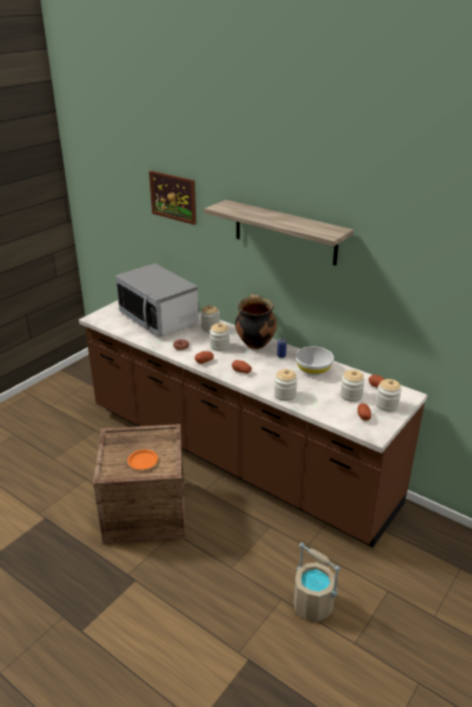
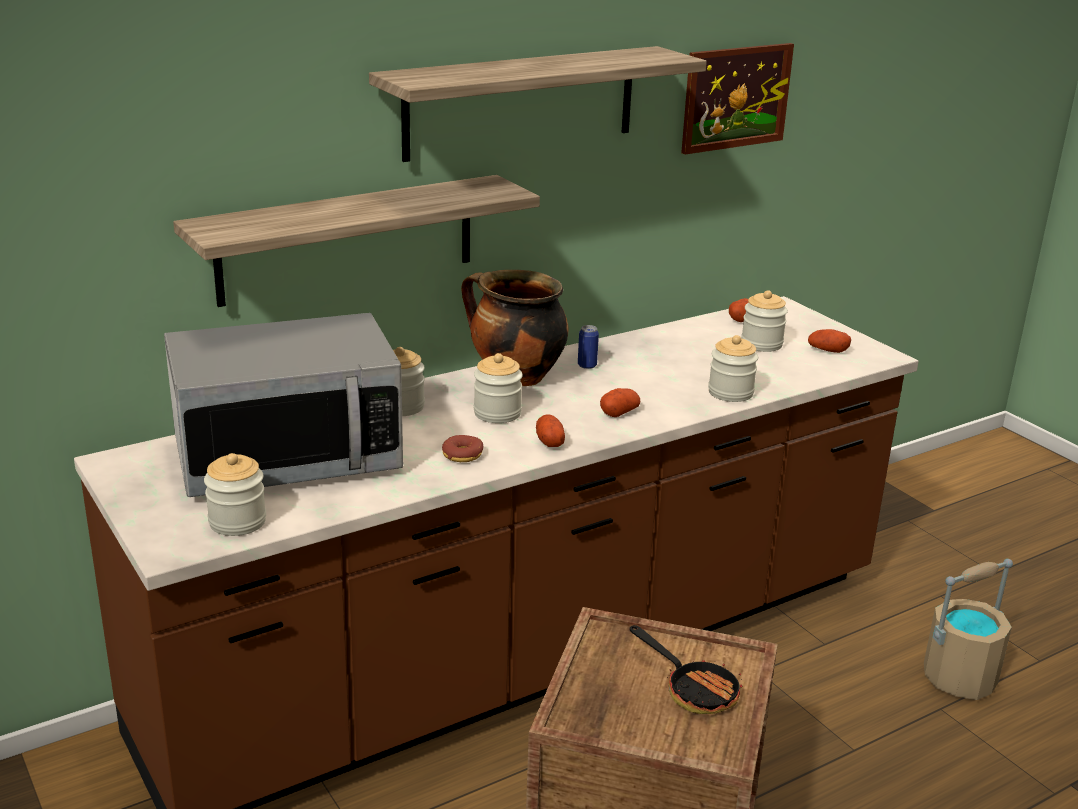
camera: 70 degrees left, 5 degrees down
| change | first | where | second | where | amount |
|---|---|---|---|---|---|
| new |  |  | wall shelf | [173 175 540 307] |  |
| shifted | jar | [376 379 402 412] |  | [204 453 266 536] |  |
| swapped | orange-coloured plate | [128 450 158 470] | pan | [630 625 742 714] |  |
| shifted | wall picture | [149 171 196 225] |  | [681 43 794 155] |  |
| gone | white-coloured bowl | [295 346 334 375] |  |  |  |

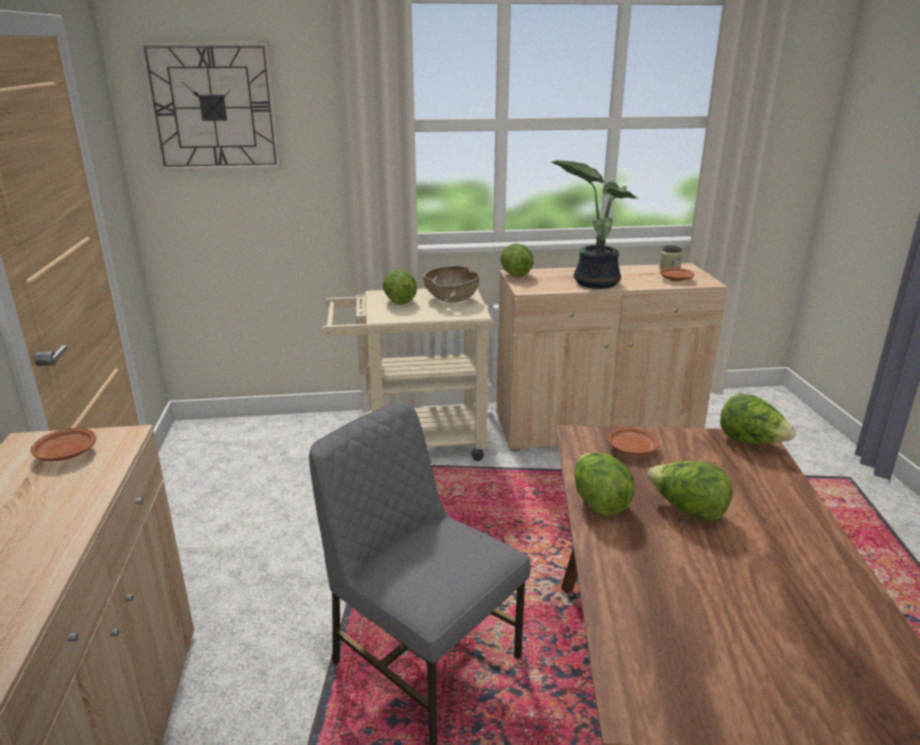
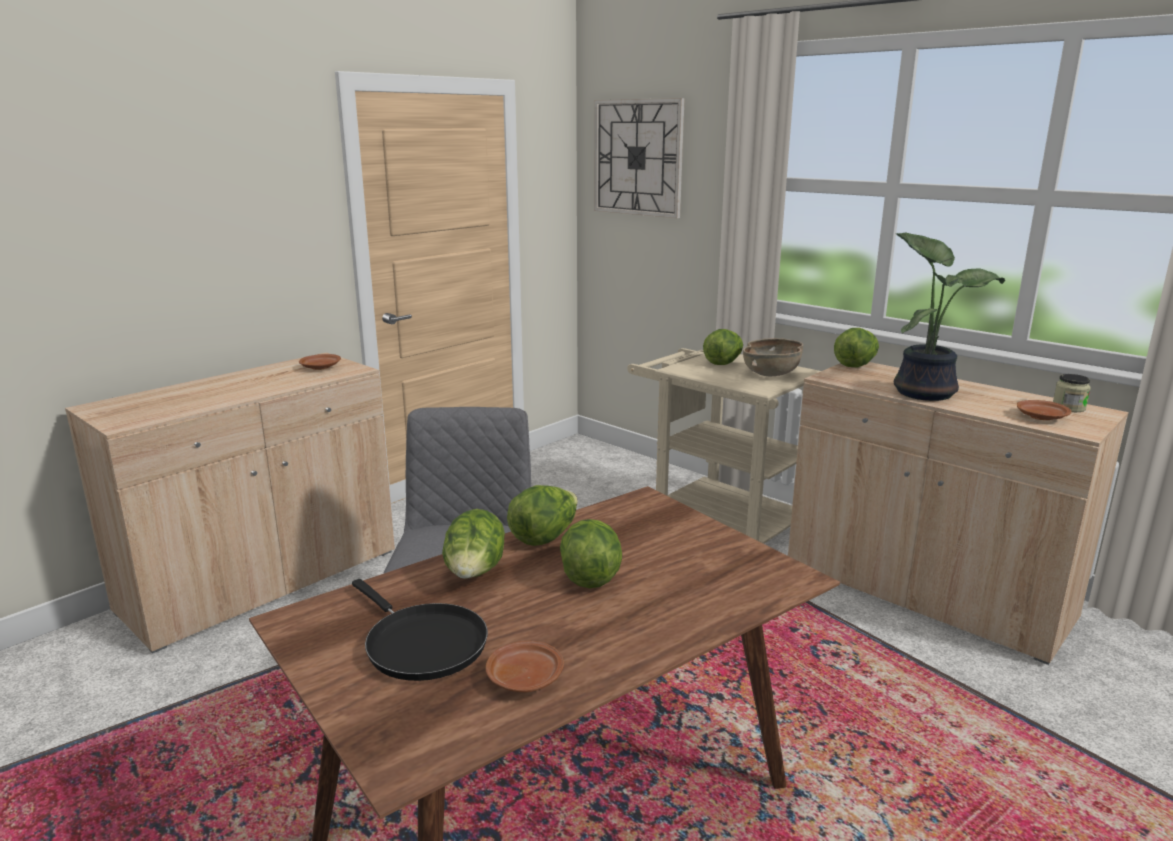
camera: 50 degrees right, 5 degrees down
| change | first | where | second | where | amount |
|---|---|---|---|---|---|
| new |  |  | blackish pan | [352 579 488 681] |  |
| shifted | lettuce head | [720 393 796 445] |  | [442 509 505 579] |  |
| shifted | brown-coloured plate | [608 427 659 455] |  | [485 641 564 692] |  |

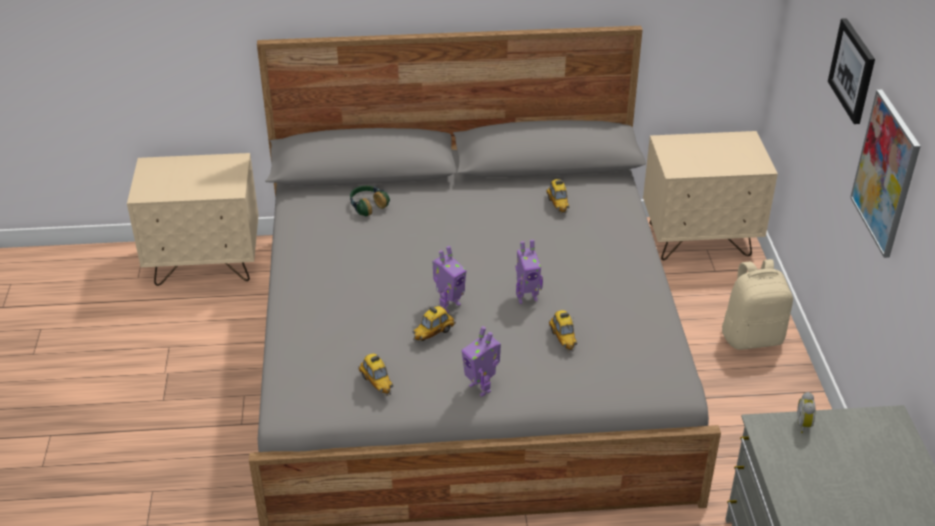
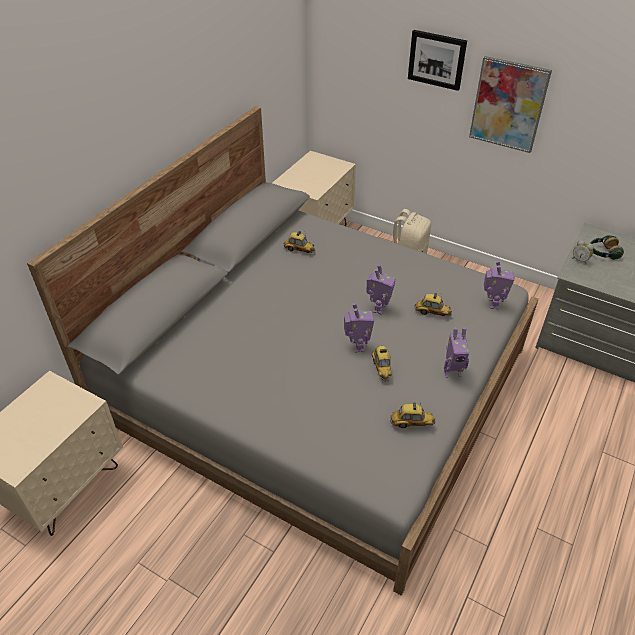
camera: 55 degrees left, 5 degrees up
| change | first | where | second | where | amount |
|---|---|---|---|---|---|
| new |  |  | robot figure | [484 260 514 309] |  |
| shifted | headset | [350 186 390 216] |  | [590 235 624 260] |  |

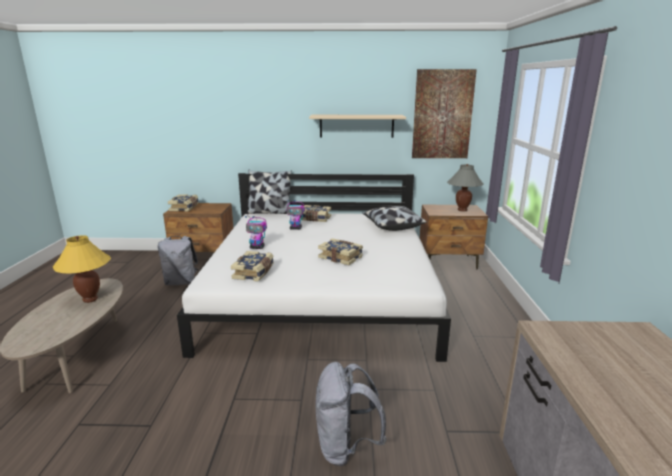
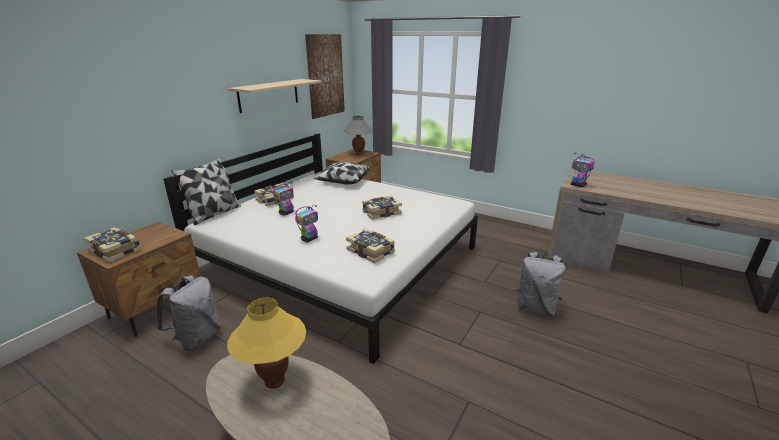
camera: 60 degrees left, 5 degrees up
| change | first | where | second | where | amount |
|---|---|---|---|---|---|
| new |  |  | robot figure | [571 153 595 188] |  |

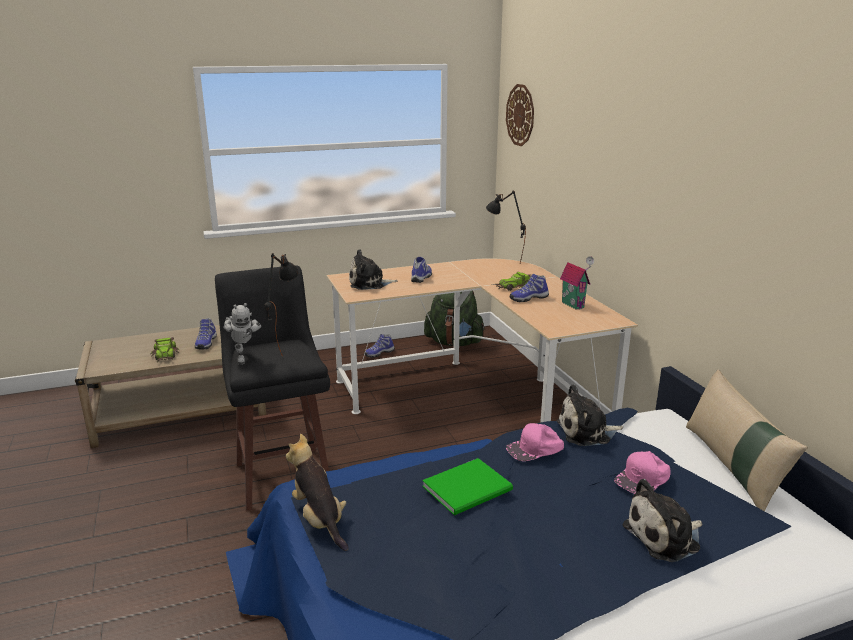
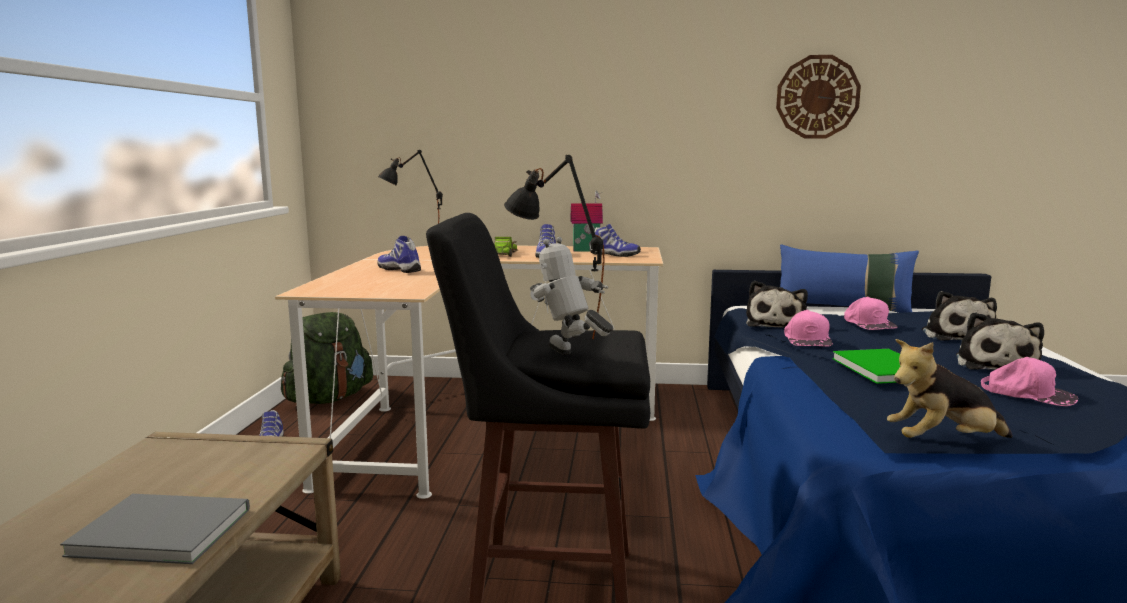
camera: 65 degrees left, 10 degrees down
| change | first | where | second | where | amount |
|---|---|---|---|---|---|
| swapped | model car | [151 337 179 362] | greyish bound book | [60 494 250 564] |  |
| rotated | robot figure | [223 303 262 365] |  | [530 237 613 355] | 135 degrees counterclockwise |
| shifted | item of footwear | [195 318 217 349] |  | [590 224 641 257] |  |
| shifted | clock on the wall | [506 84 534 146] |  | [776 55 861 139] |  |
| repainted | beige cushion | [686 370 808 511] | blue cushion | [780 244 919 313] |  |
| shifted | soft toy | [349 249 398 290] |  | [956 312 1044 370] |  |
| new |  |  | pink-coloured peaked cap | [981 357 1078 406] |  |

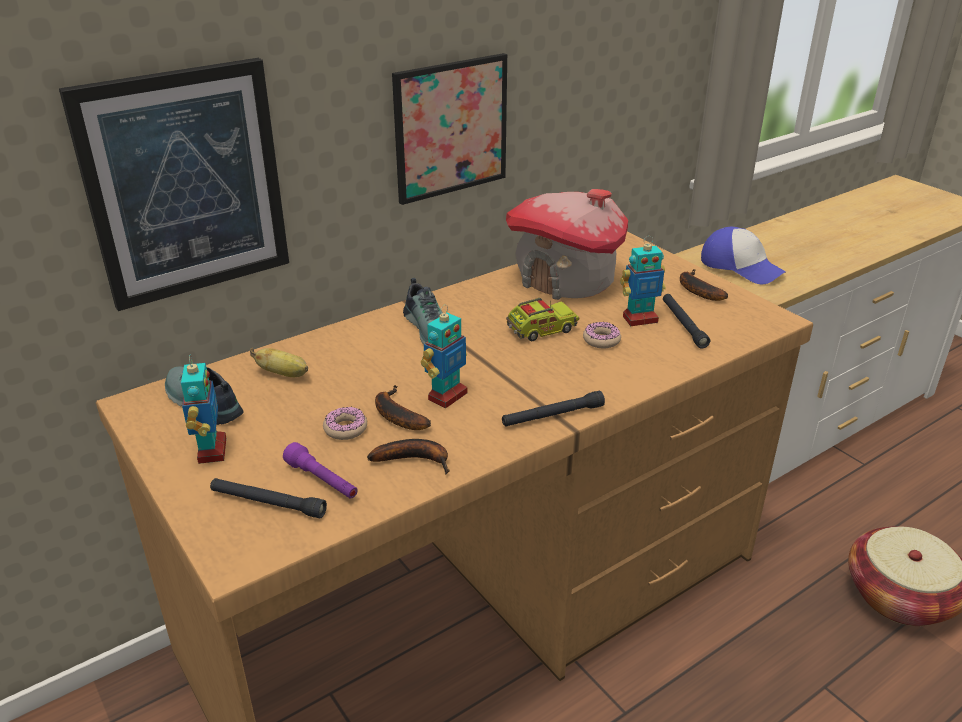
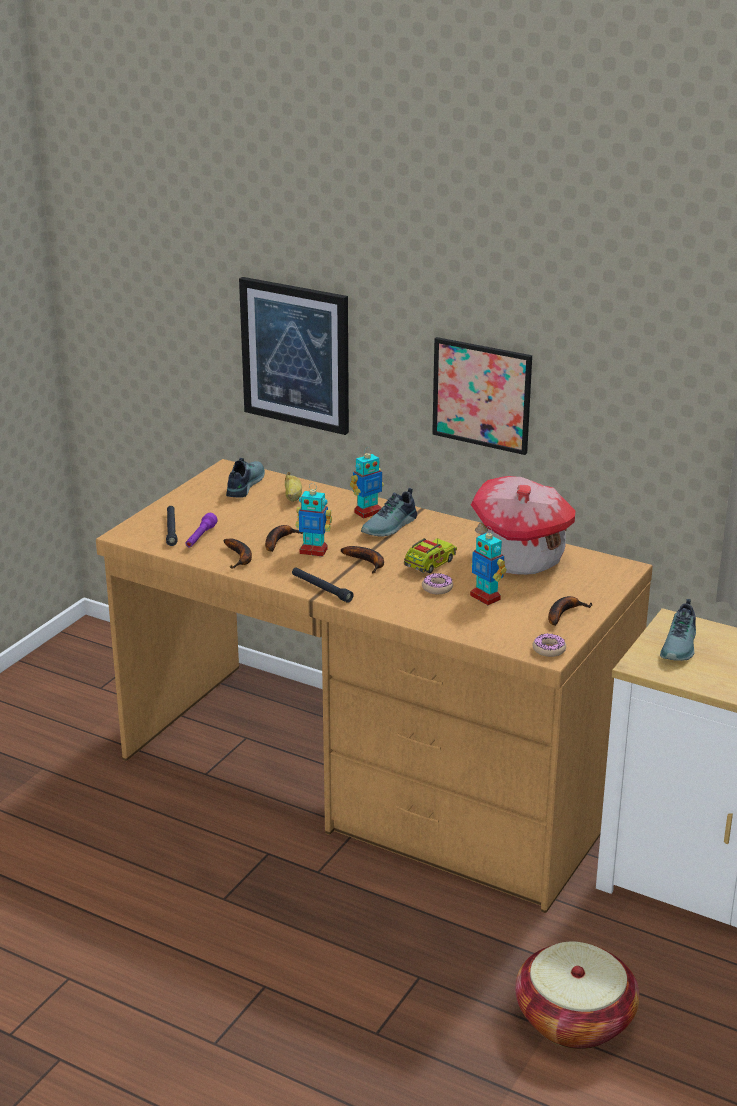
camera: 65 degrees right, 5 degrees down
| change | first | where | second | where | amount |
|---|---|---|---|---|---|
| new |  |  | banana fruit | [341 546 384 574] |  |
| shifted | robot figure | [181 355 226 464] |  | [350 447 384 519] |  |
| rotated | model truck | [506 298 579 341] |  | [404 538 457 574] | 90 degrees counterclockwise |
| shifted | ring doughnut | [323 407 367 440] |  | [532 633 566 657] |  |
| swapped | peaked cap | [701 227 786 284] | item of footwear | [660 599 696 661] |  |
| gone | blackish torch | [663 294 710 348] |  |  |  |

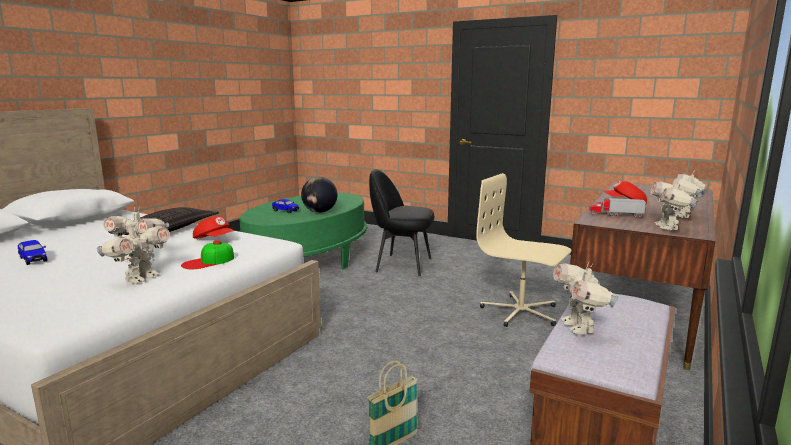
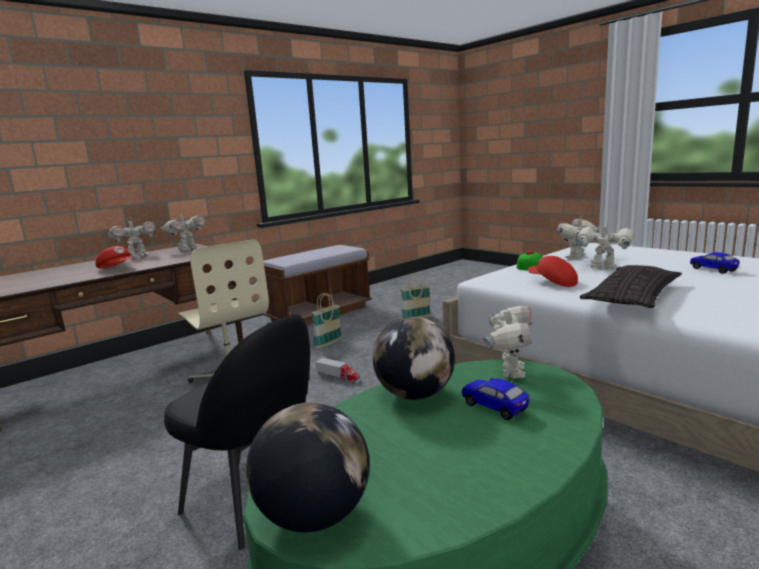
camera: 160 degrees left, 0 degrees up
| change | first | where | second | where | amount |
|---|---|---|---|---|---|
| new |  |  | world globe | [246 403 370 532] |  |
| new |  |  | basket | [311 293 342 349] |  |
| shifted | model truck | [588 198 646 217] |  | [315 358 361 384] |  |
| shifted | robot figure | [553 262 619 334] |  | [483 304 533 378] |  |

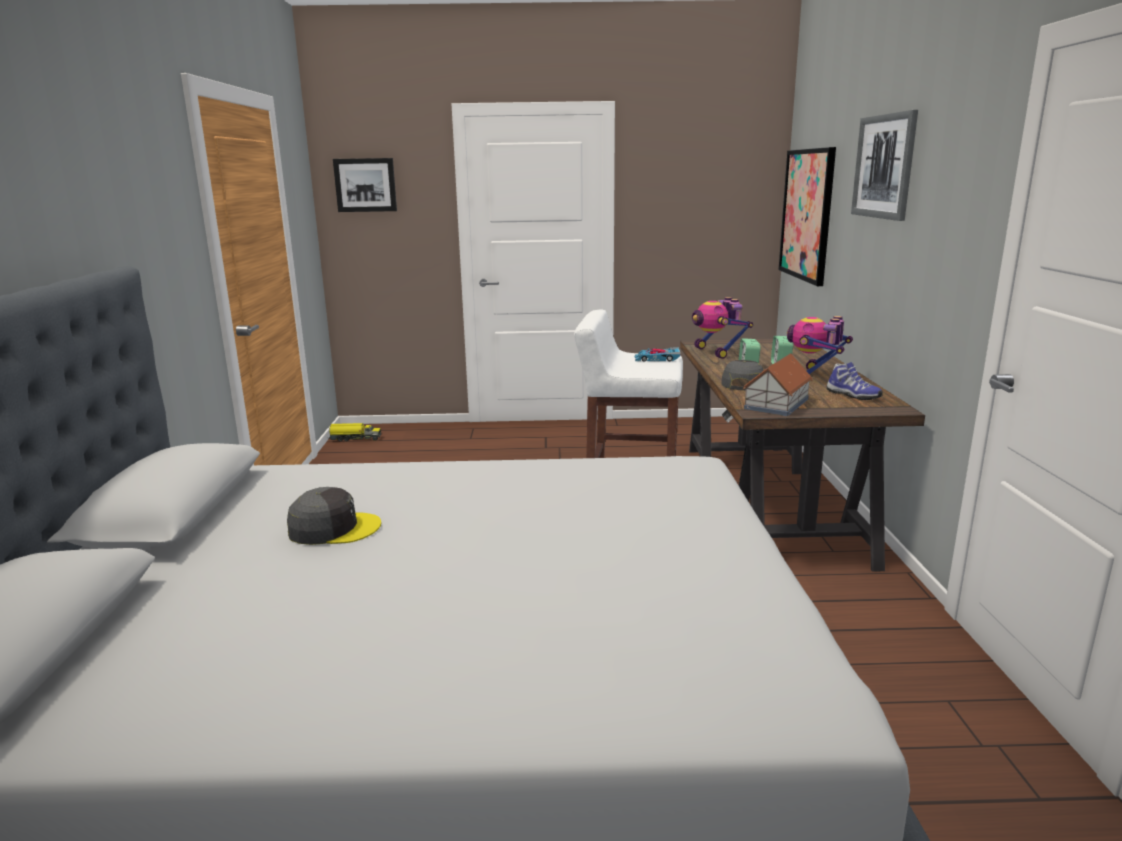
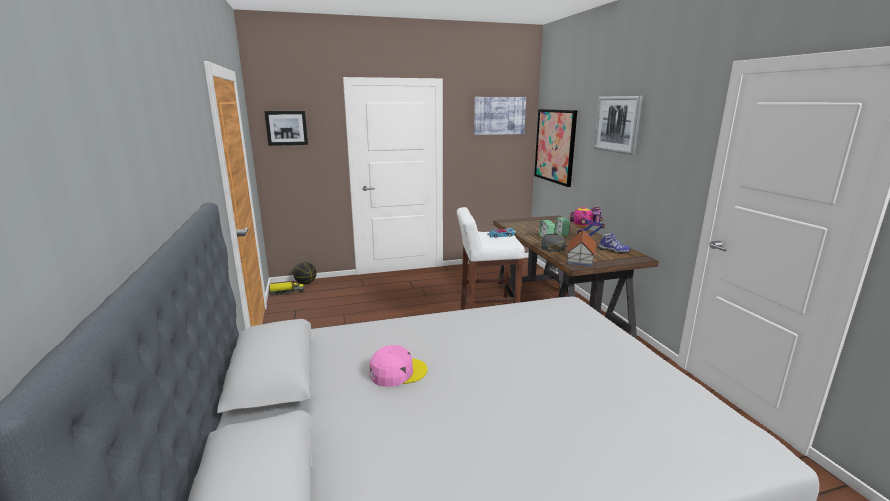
camera: 15 degrees left, 0 degrees up
| change | first | where | second | where | amount |
|---|---|---|---|---|---|
| new |  |  | basketball ball | [293 262 316 284] |  |
| repainted | greyish peaked cap | [287 487 381 545] | pink-coloured peaked cap | [369 345 427 387] |  |
| new |  |  | wall picture | [474 97 526 135] |  |
| gone | robot figure | [692 297 753 359] |  |  |  |

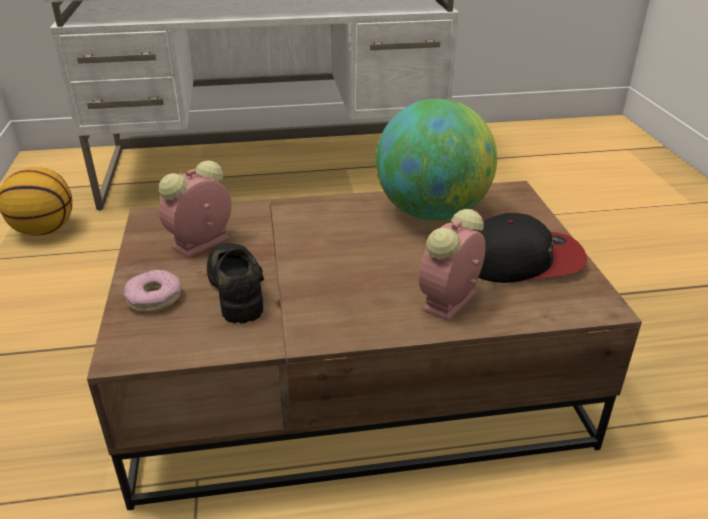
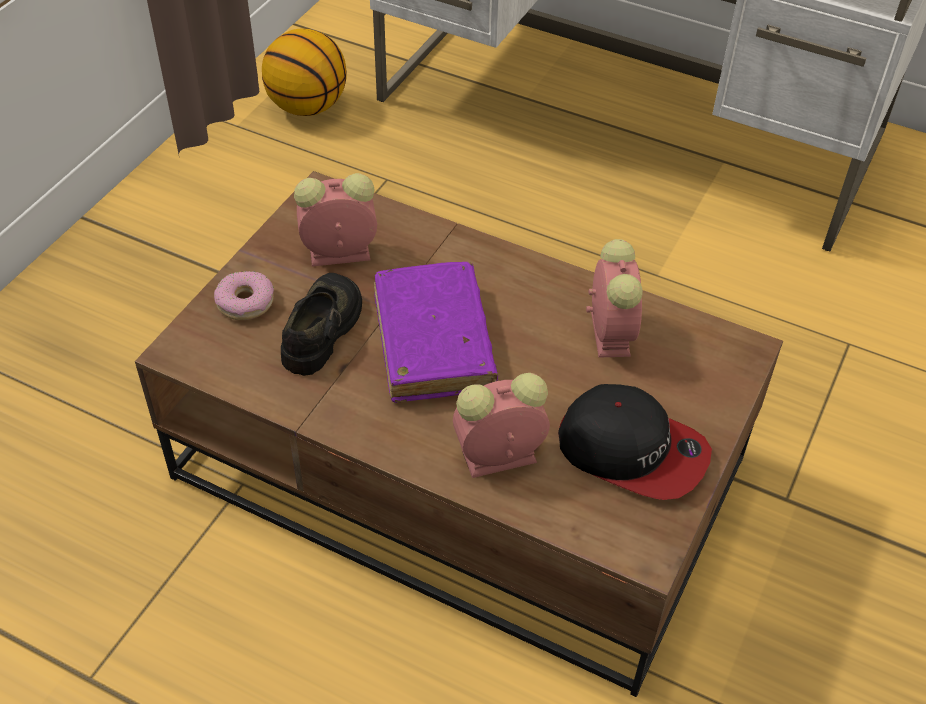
camera: 35 degrees right, 15 degrees up
| change | first | where | second | where | amount |
|---|---|---|---|---|---|
| new |  |  | purple bound book | [374 262 498 403] |  |
| swapped | world globe | [375 99 497 221] | table clock | [586 239 643 358] |  |

